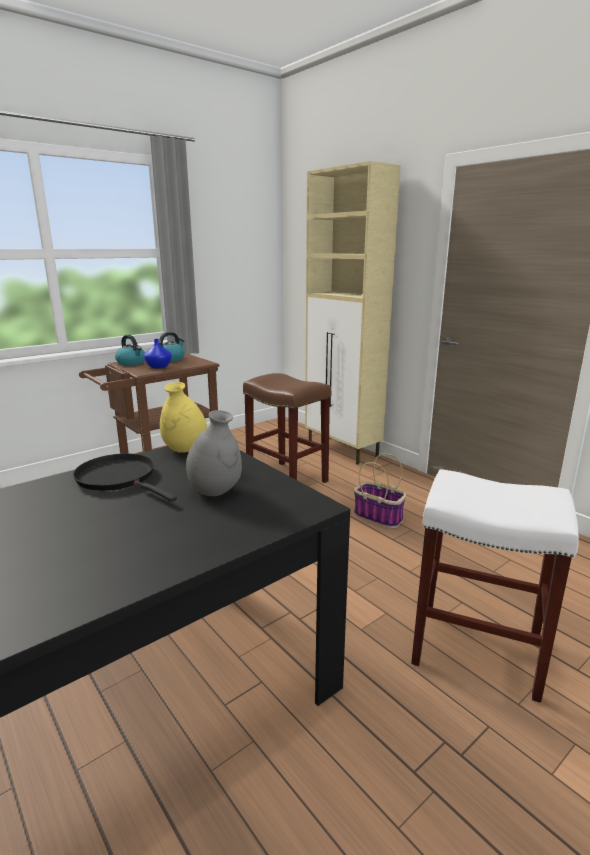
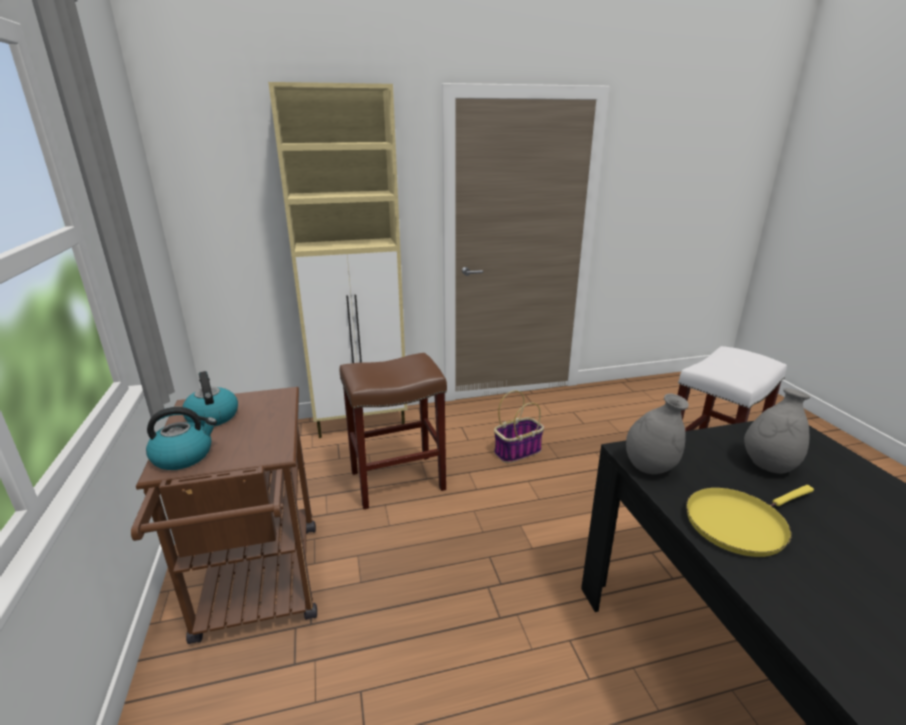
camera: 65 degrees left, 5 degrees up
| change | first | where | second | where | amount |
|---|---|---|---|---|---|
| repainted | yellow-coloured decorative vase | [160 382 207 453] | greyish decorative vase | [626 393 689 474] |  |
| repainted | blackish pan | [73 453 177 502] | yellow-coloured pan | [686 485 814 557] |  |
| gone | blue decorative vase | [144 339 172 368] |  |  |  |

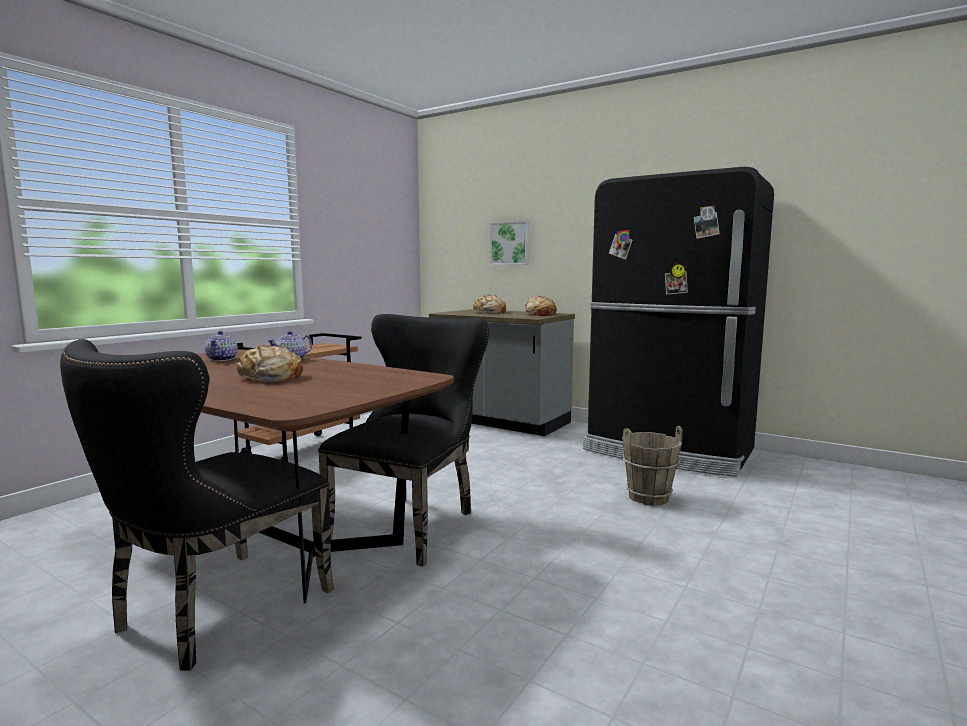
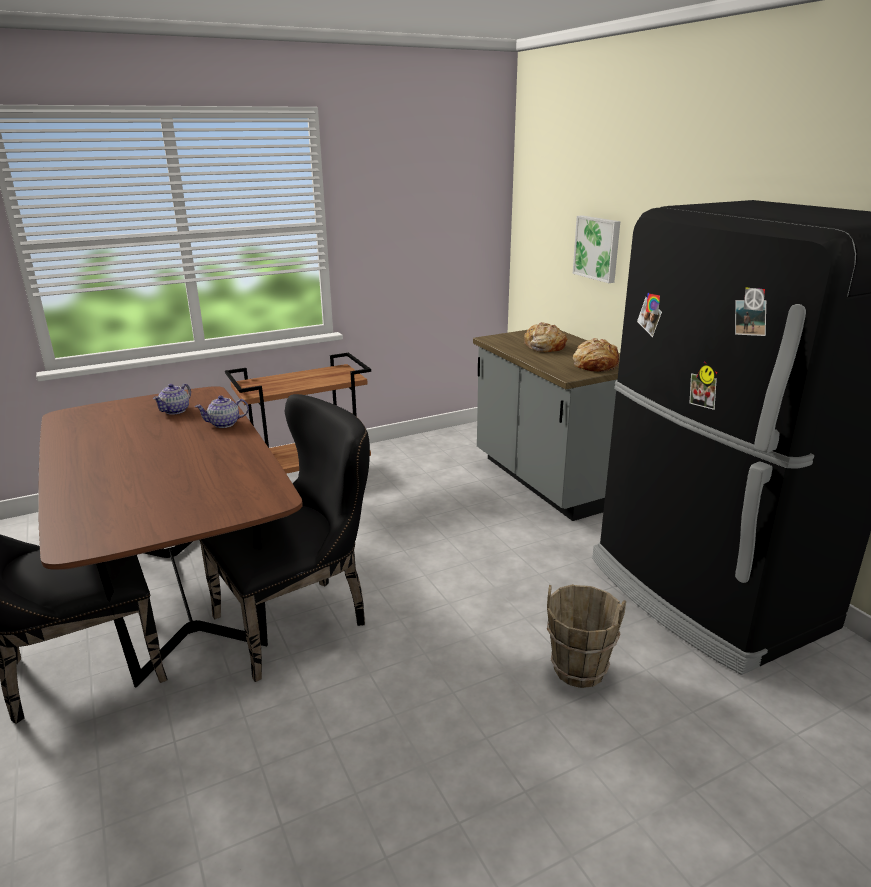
camera: 30 degrees right, 15 degrees up
| change | first | where | second | where | amount |
|---|---|---|---|---|---|
| gone | baked bread | [237 344 303 382] |  |  |  |

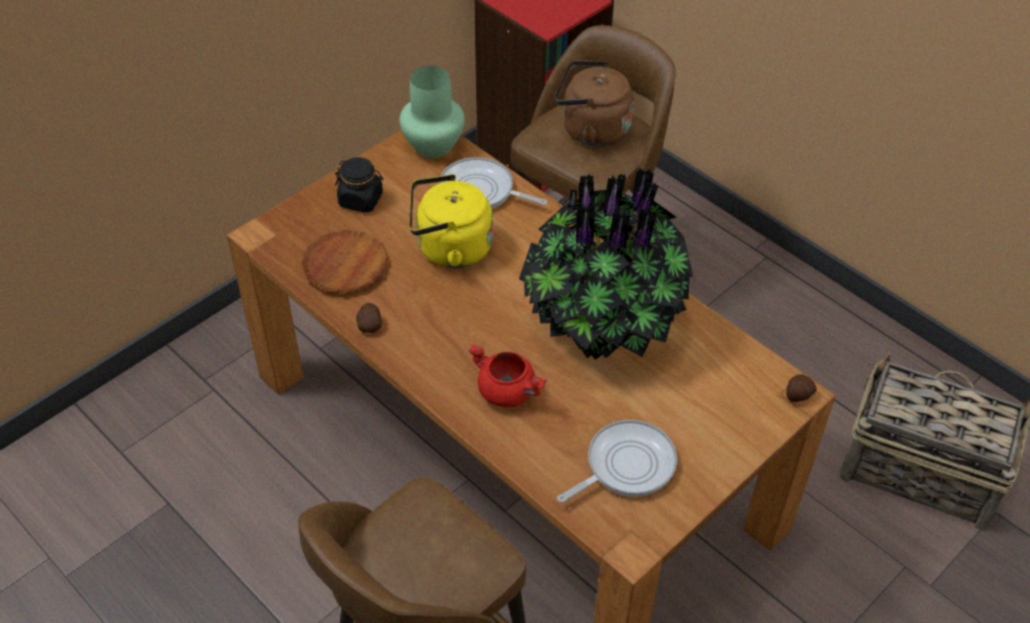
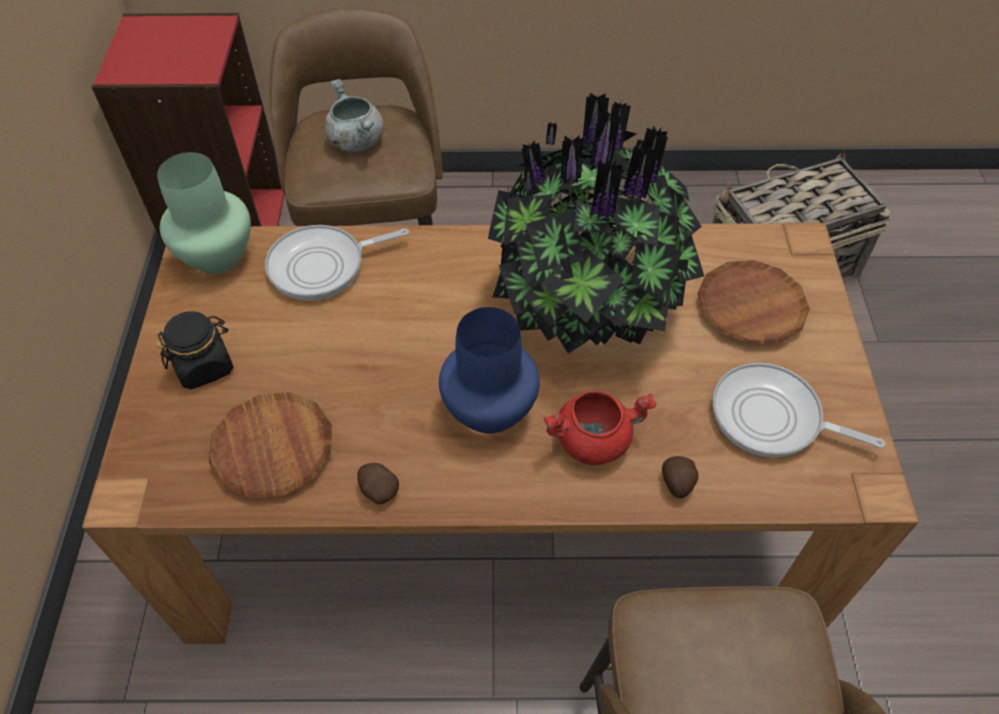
camera: 45 degrees left, 5 degrees up
| change | first | where | second | where | amount |
|---|---|---|---|---|---|
| swapped | brown-coloured water kettle | [554 60 634 147] | greyish cooking pot | [325 79 384 151] |  |
| new |  |  | blue decorative vase | [439 307 540 434] |  |
| shifted | spud | [786 375 817 402] |  | [662 456 699 498] |  |
| new |  |  | brown-coloured plate | [697 260 810 345] |  |
| rotated | pan | [557 420 677 503] |  | [713 363 885 457] | 75 degrees counterclockwise |
| gone | yellow-coloured water kettle | [409 174 493 268] |  |  |  |

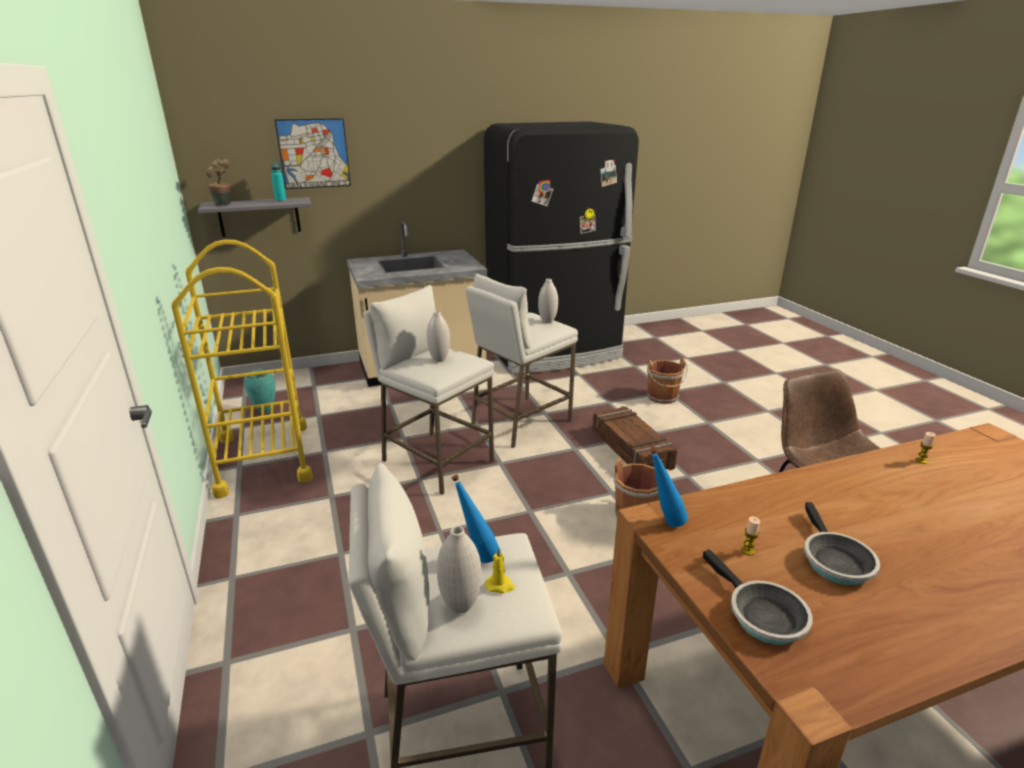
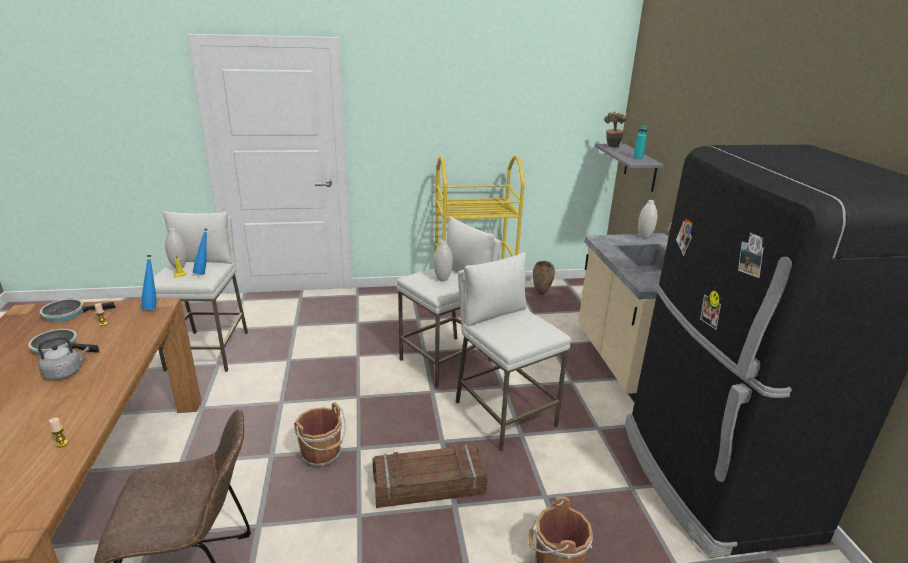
camera: 100 degrees right, 0 degrees up
| change | first | where | second | where | amount |
|---|---|---|---|---|---|
| new |  |  | greyish water kettle | [38 336 89 380] |  |
| repainted | turquoise-coloured decorative vase | [244 369 275 414] | brown-coloured decorative vase | [533 261 555 295] |  |
| shifted | white-coloured decorative vase | [538 279 558 323] |  | [638 200 657 238] |  |
| gone | wall picture | [275 118 351 189] |  |  |  |

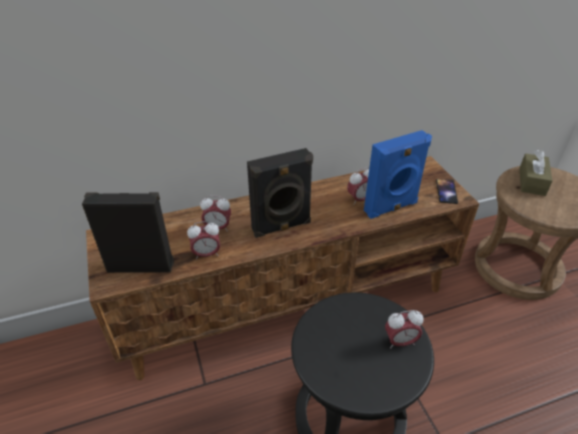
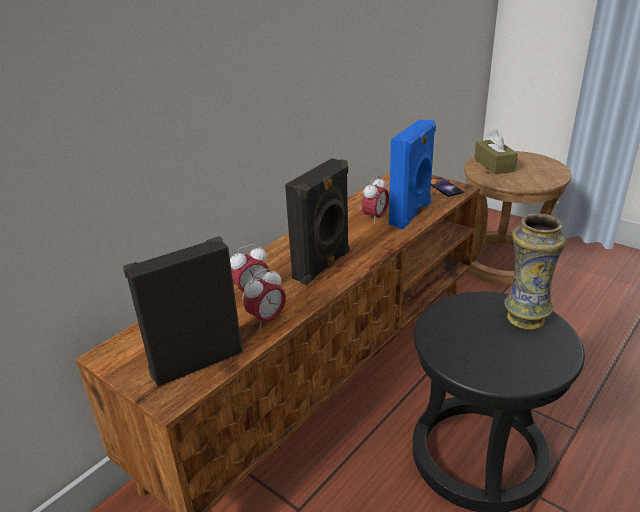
camera: 30 degrees left, 10 degrees down
| change | first | where | second | where | amount |
|---|---|---|---|---|---|
| swapped | table clock | [385 310 423 349] | decorative vase | [504 213 566 330] |  |

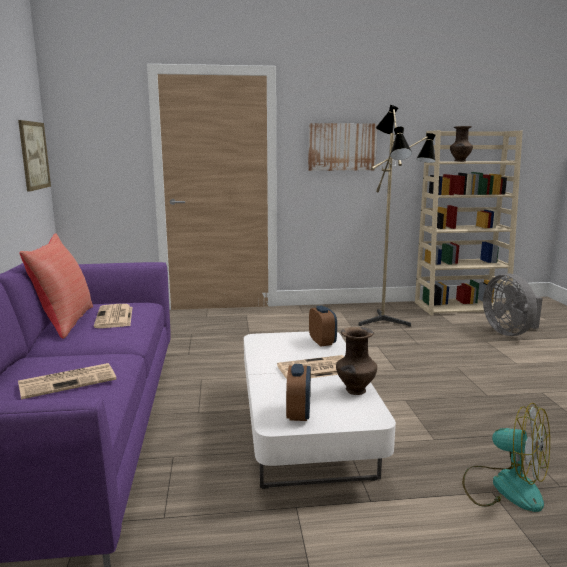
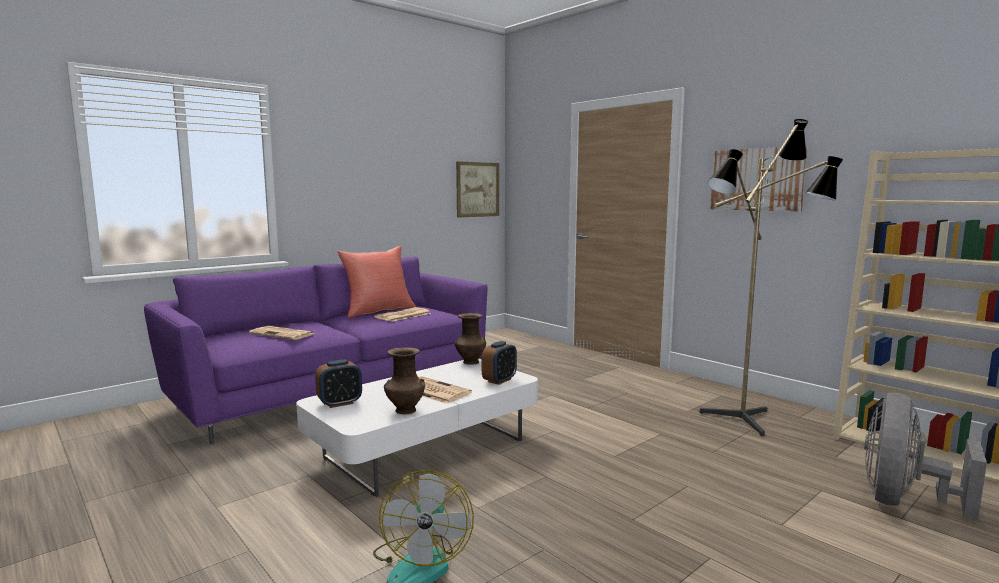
camera: 55 degrees right, 5 degrees down
| change | first | where | second | where | amount |
|---|---|---|---|---|---|
| shifted | brown-coloured decorative vase | [450 126 473 162] |  | [455 313 486 365] |  |

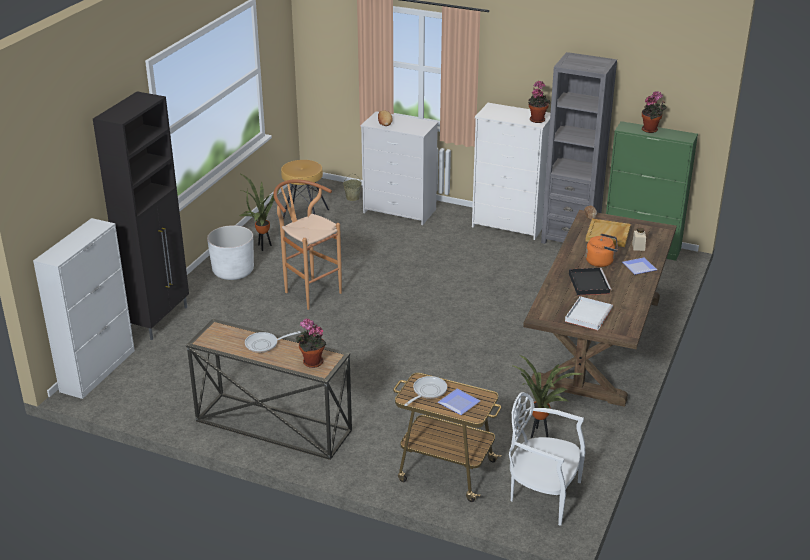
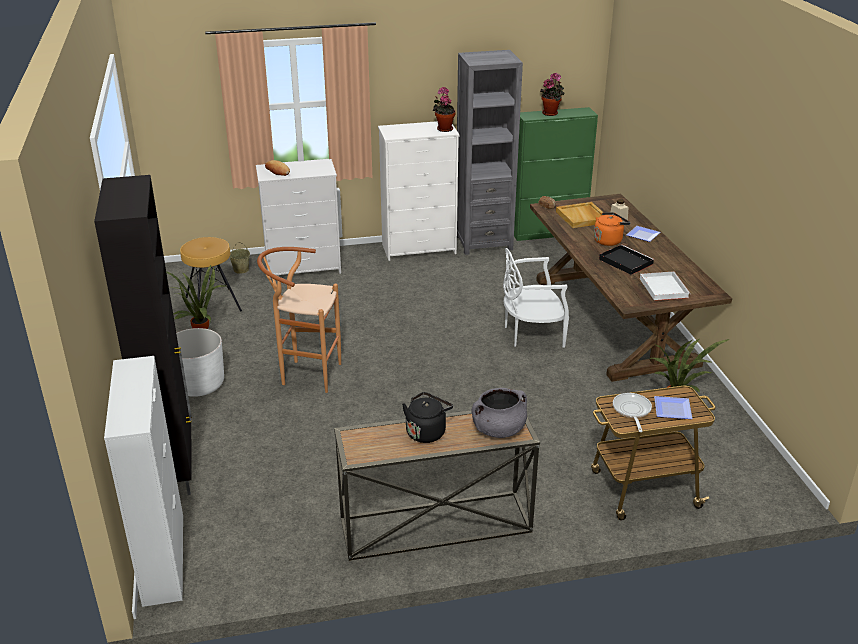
camera: 35 degrees left, 0 degrees up
| change | first | where | second | where | amount |
|---|---|---|---|---|---|
| swapped | pan | [245 331 301 353] | blackish water kettle | [402 392 453 443] |  |
| swapped | houseplant | [296 318 327 368] | greyish cooking pot | [471 388 527 438] |  |
| shifted | white-coloured plain chair | [509 392 586 526] |  | [503 248 569 348] |  |

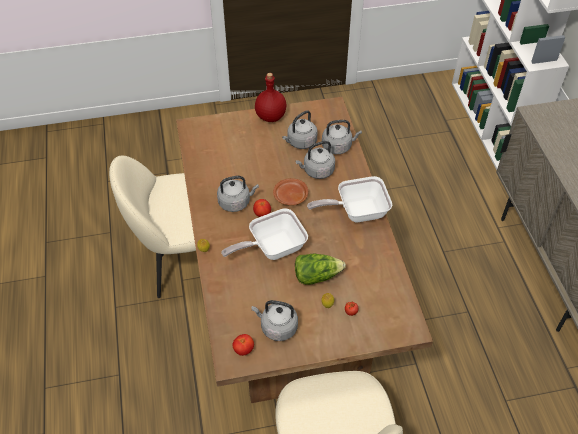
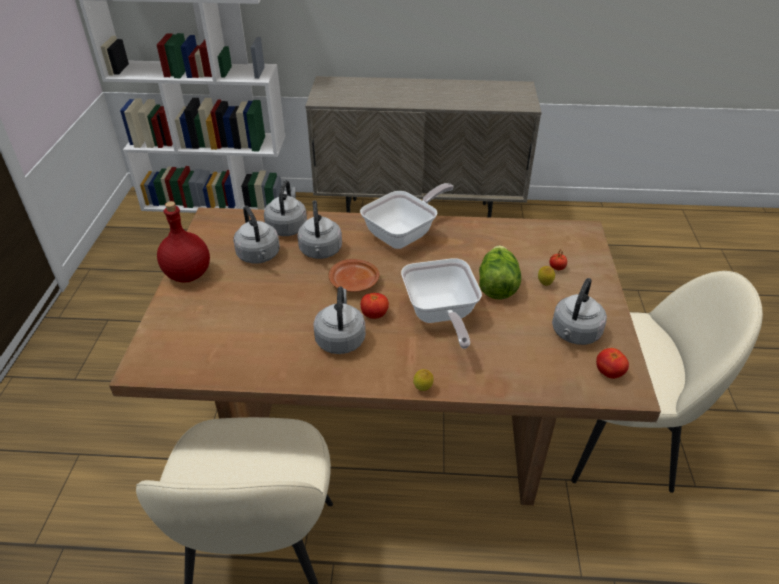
camera: 75 degrees left, 10 degrees down
| change | first | where | second | where | amount |
|---|---|---|---|---|---|
| rotated | pan | [307 176 392 222] |  | [360 183 454 249] | 135 degrees counterclockwise |

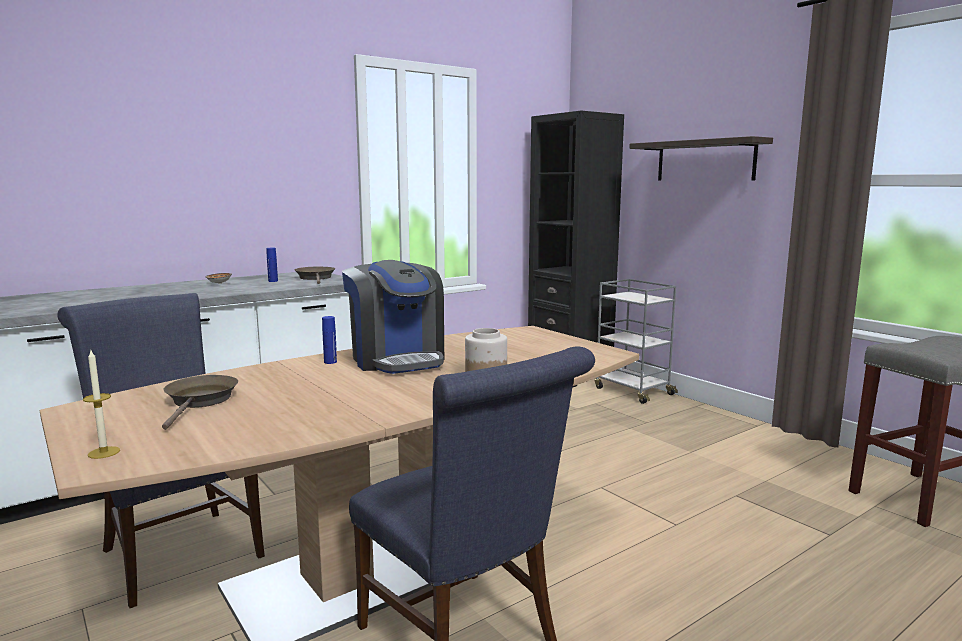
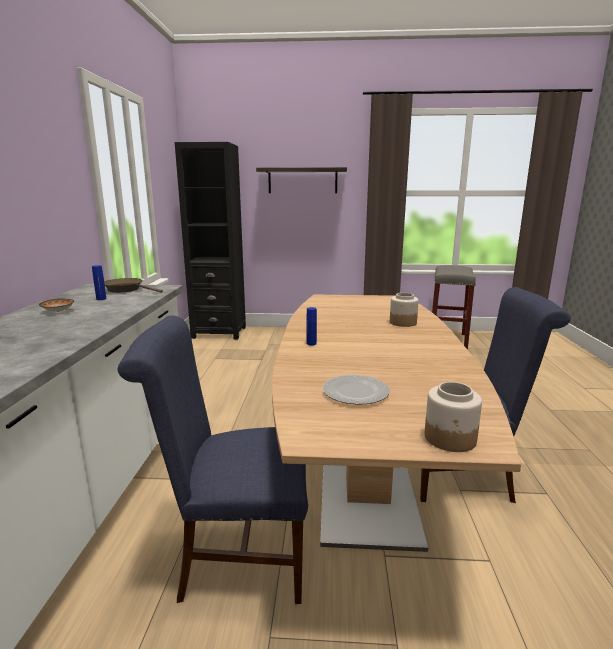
camera: 50 degrees left, 5 degrees up
| change | first | where | second | where | amount |
|---|---|---|---|---|---|
| swapped | brown-coloured pan | [162 375 238 430] | plate | [322 375 390 404] |  |
| swapped | wax candle | [83 351 120 459] | jar | [425 382 482 452] |  |
| gone | coffee brewer | [342 260 444 374] |  |  |  |
| gone | greyish wheeled cart | [595 279 678 404] |  |  |  |

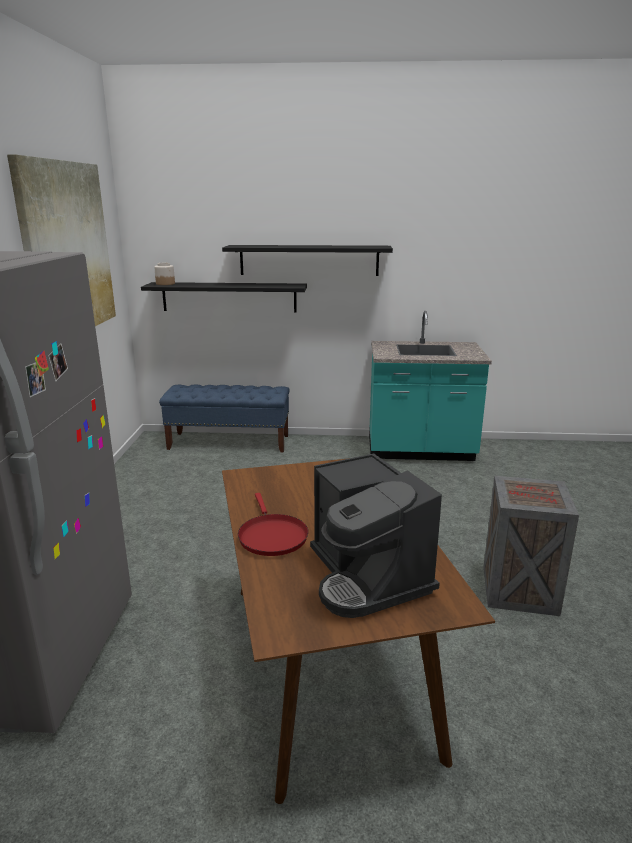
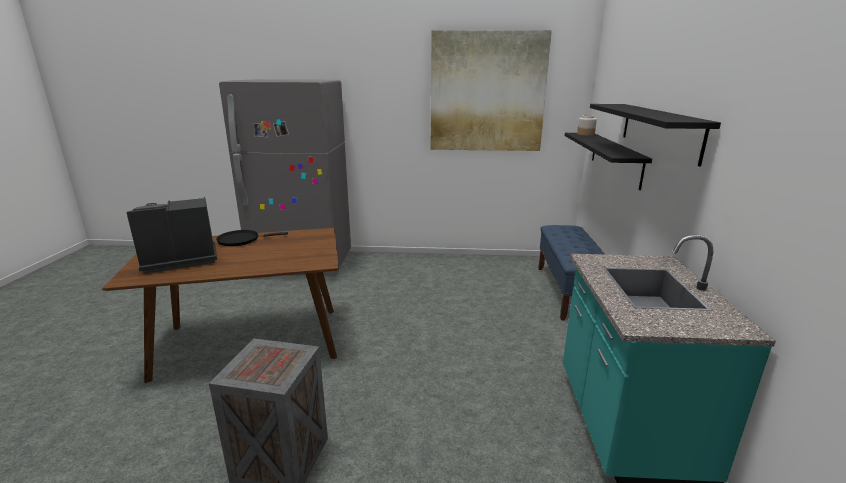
camera: 90 degrees right, 0 degrees up
| change | first | where | second | where | amount |
|---|---|---|---|---|---|
| repainted | red-coloured pan | [238 493 308 556] | blackish pan | [216 230 288 246] |  |

